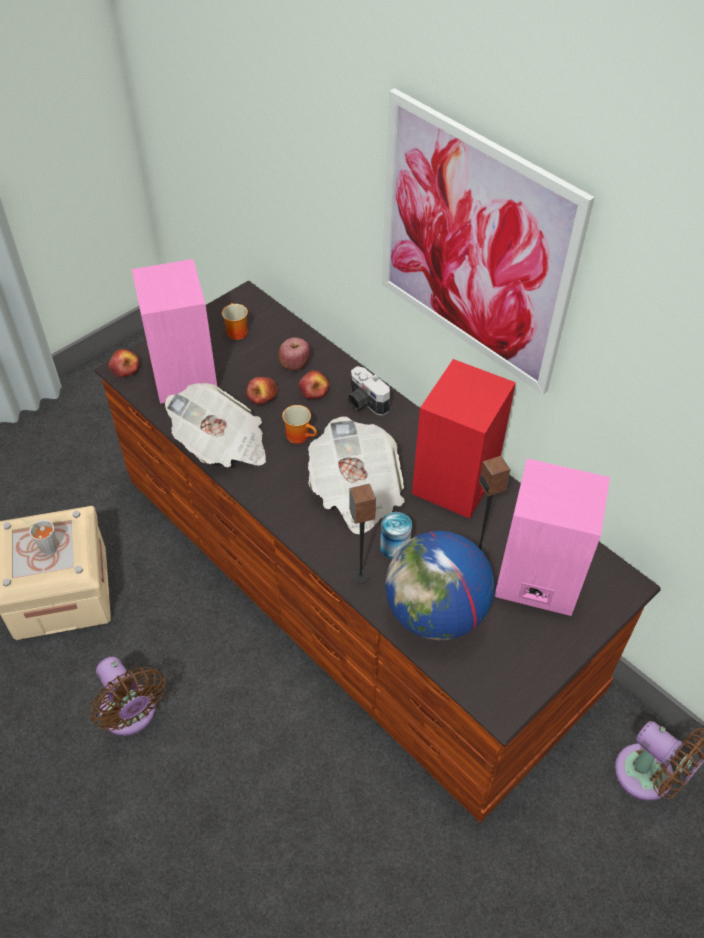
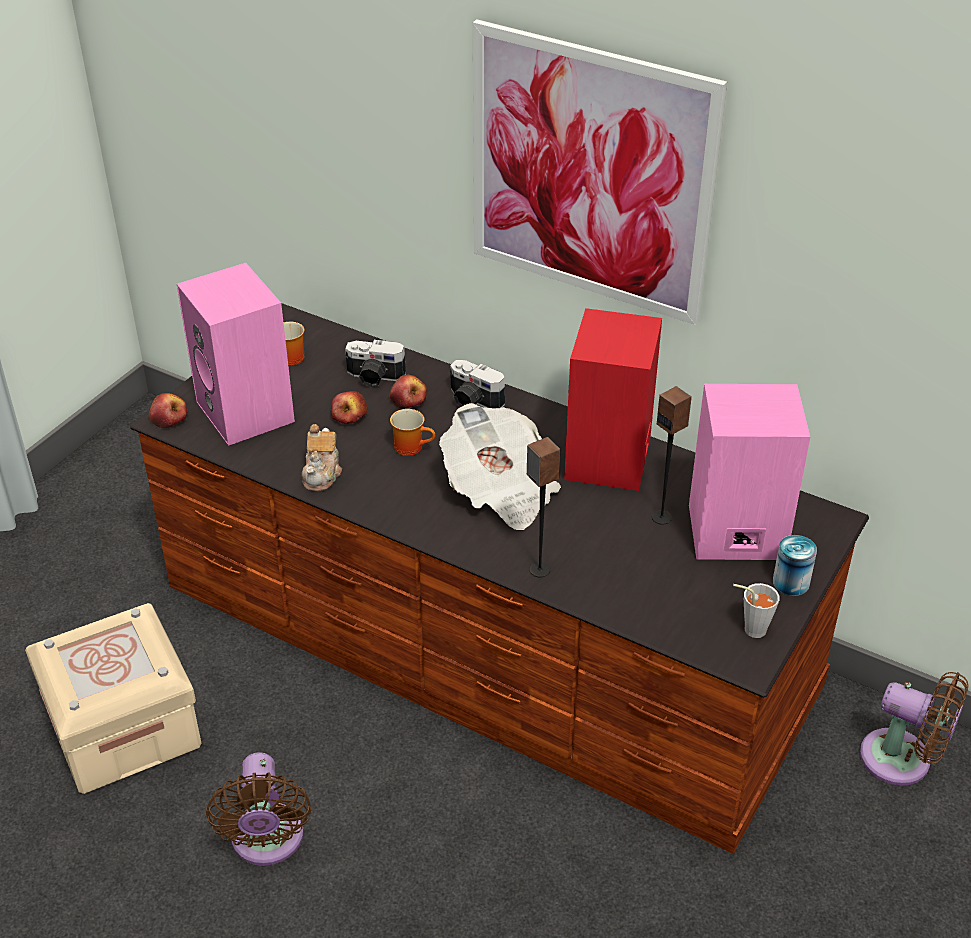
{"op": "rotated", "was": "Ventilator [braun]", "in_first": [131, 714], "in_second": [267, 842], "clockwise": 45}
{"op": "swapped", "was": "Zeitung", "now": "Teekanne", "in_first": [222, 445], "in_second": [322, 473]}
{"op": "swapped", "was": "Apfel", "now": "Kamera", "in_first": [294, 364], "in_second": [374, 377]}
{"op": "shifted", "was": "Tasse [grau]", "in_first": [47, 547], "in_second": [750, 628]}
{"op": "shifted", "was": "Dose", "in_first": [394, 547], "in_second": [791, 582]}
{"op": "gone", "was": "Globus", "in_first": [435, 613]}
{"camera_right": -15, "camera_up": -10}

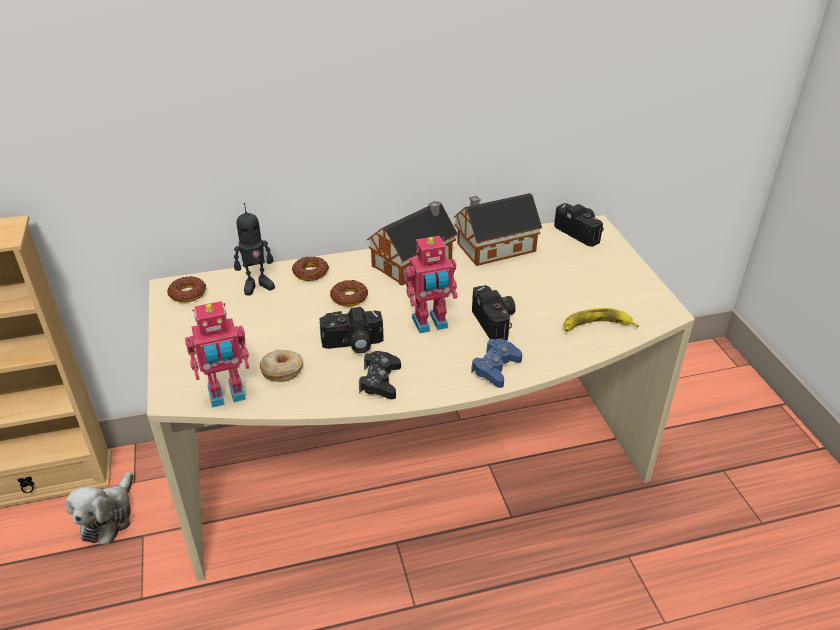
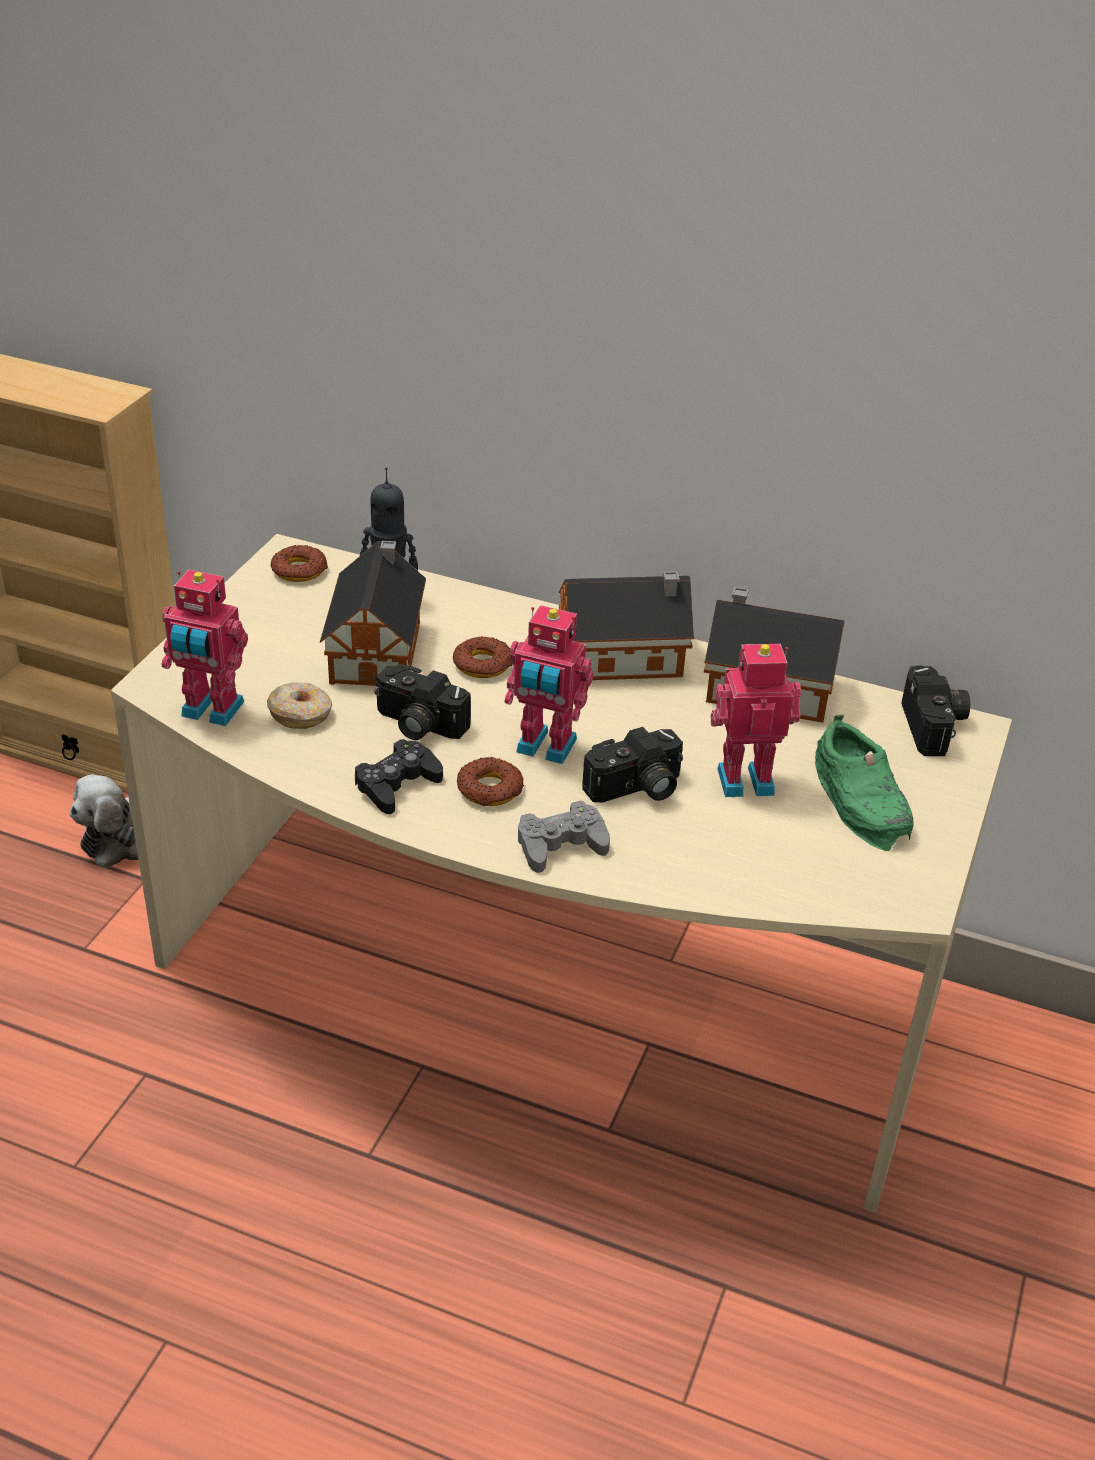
{"op": "new", "now": "Spielzeughaus", "in_second": [378, 649]}
{"op": "shifted", "was": "Donut", "in_first": [311, 273], "in_second": [490, 789]}
{"op": "repainted", "was": "Gamepad [blau]", "now": "Gamepad [grau]", "in_first": [496, 368], "in_second": [561, 845]}
{"op": "rotated", "was": "Kamera", "in_first": [496, 322], "in_second": [636, 789], "clockwise": 45}
{"op": "new", "now": "Spielzeugroboter", "in_second": [744, 778]}
{"op": "new", "now": "Schuh [grün]", "in_second": [861, 799]}
{"op": "gone", "was": "Banane", "in_first": [596, 326]}
{"camera_right": 35, "camera_up": 0}

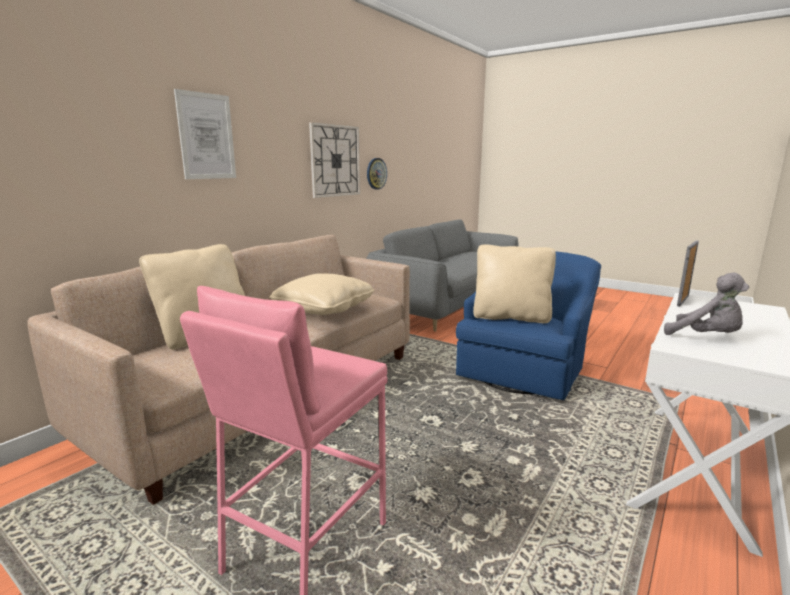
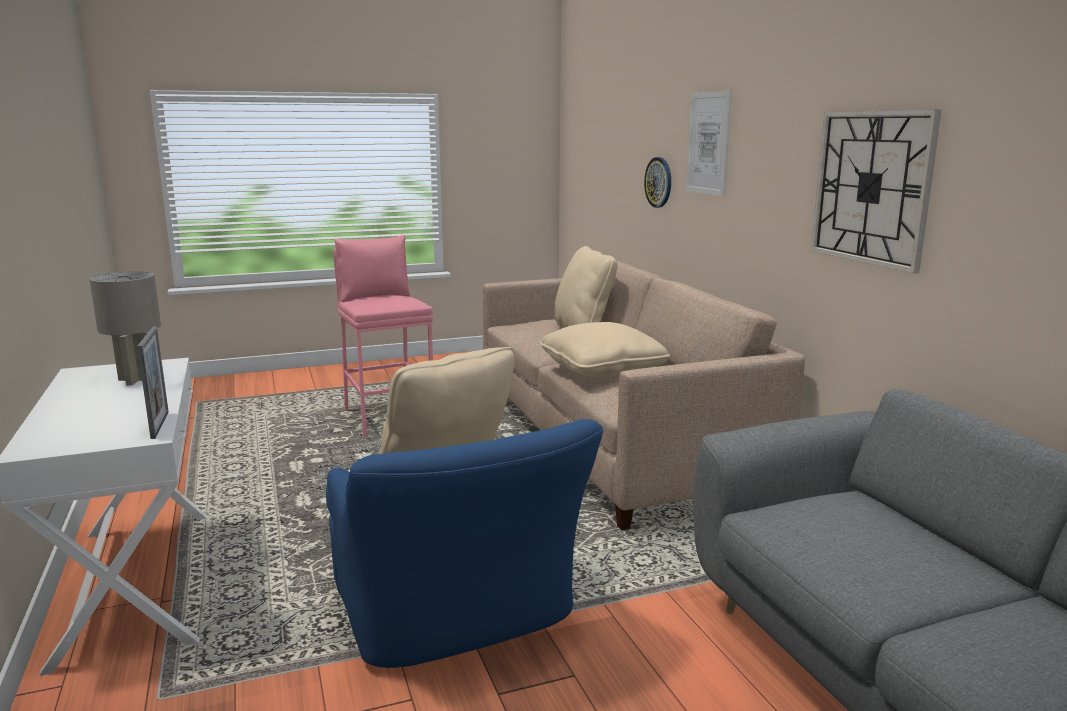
{"op": "swapped", "was": "Plüschtier [grau]", "now": "Tischlampe [grau]", "in_first": [706, 337], "in_second": [137, 379]}
{"op": "shifted", "was": "Wanduhr", "in_first": [376, 173], "in_second": [659, 182]}
{"camera_right": 125, "camera_up": 0}

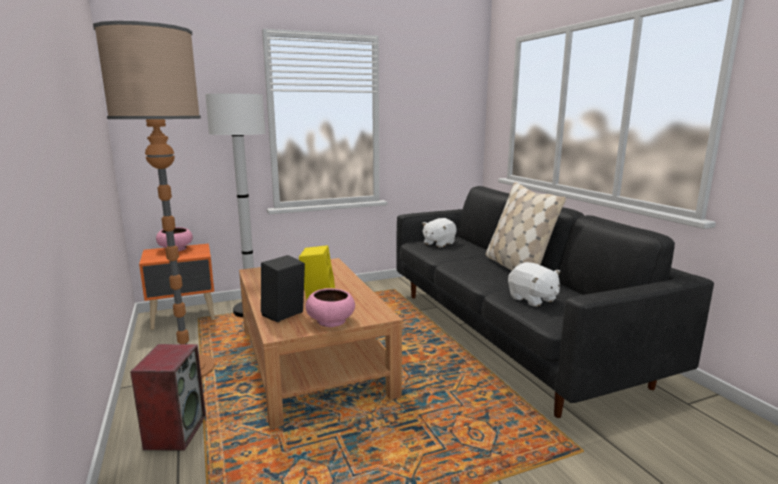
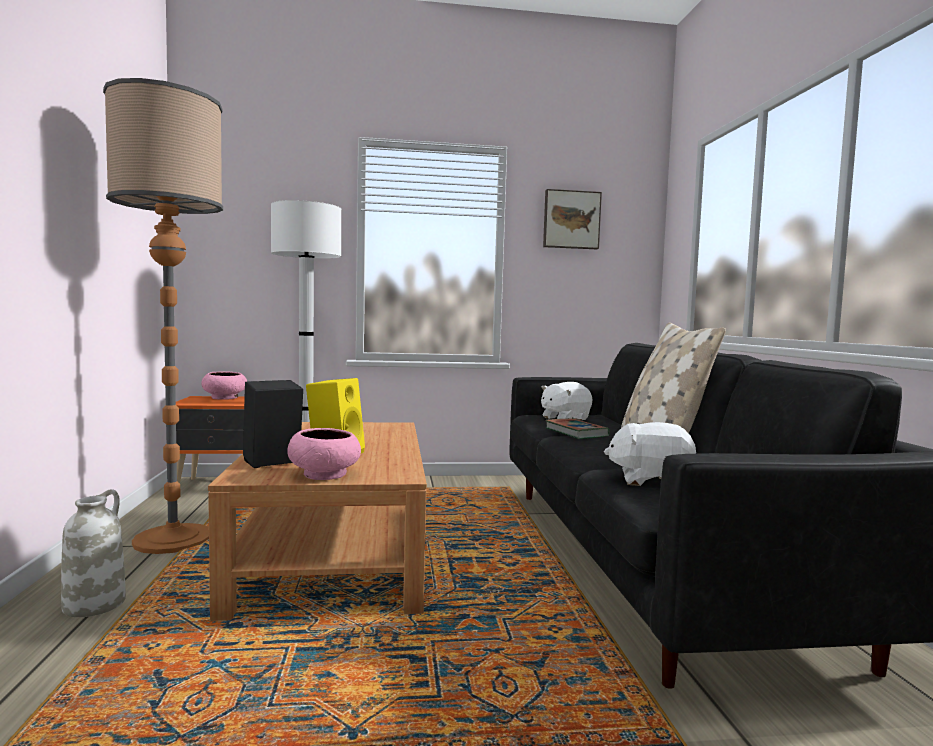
{"op": "swapped", "was": "Lautsprecher", "now": "Vase [weiß]", "in_first": [175, 431], "in_second": [94, 604]}
{"op": "new", "now": "Bild", "in_second": [571, 220]}
{"op": "new", "now": "Buch", "in_second": [576, 433]}
{"op": "rotated", "was": "Plüschtier [weiß]", "in_first": [532, 299], "in_second": [650, 481], "clockwise": 120}
{"camera_right": 15, "camera_up": -10}

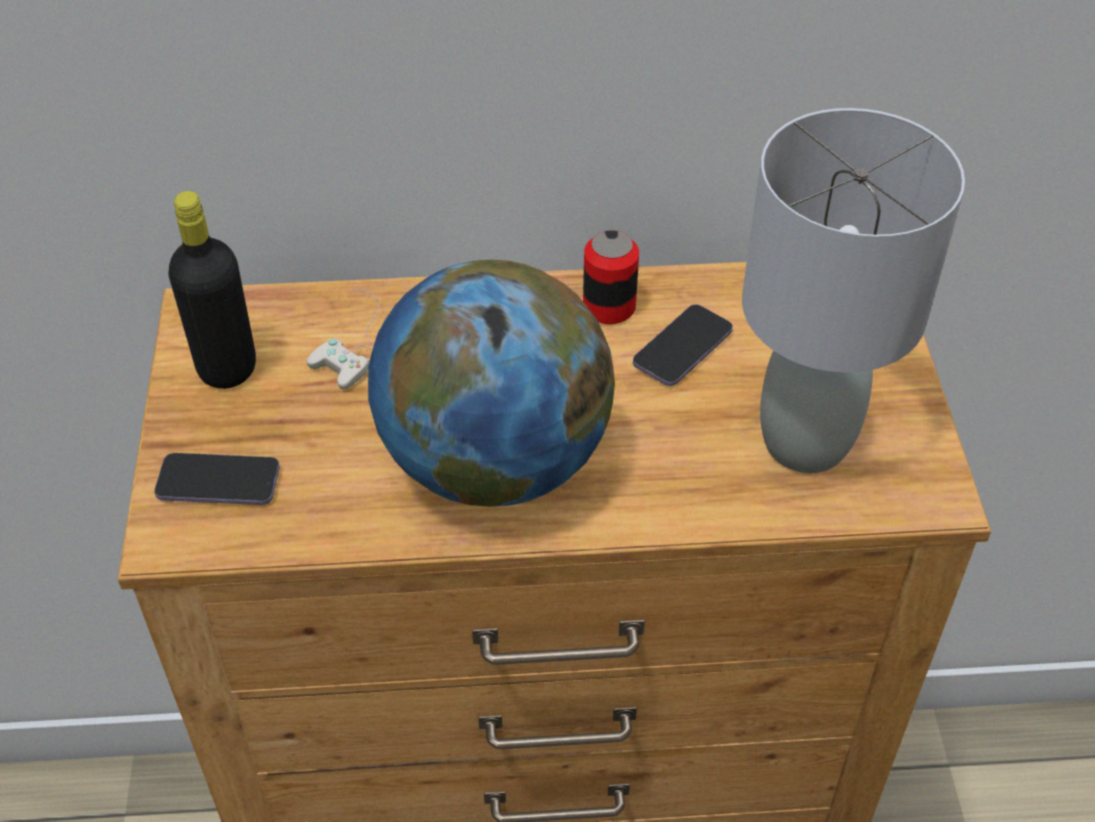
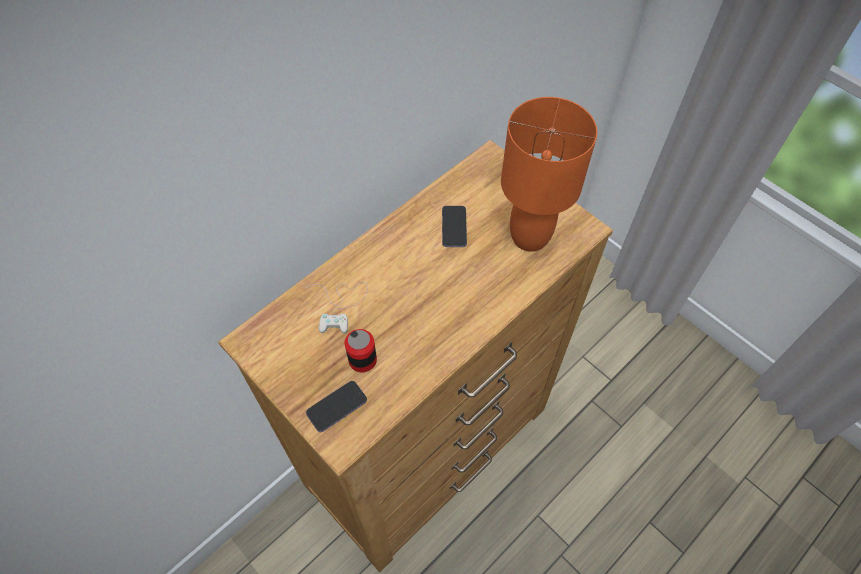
{"op": "shifted", "was": "Dose", "in_first": [609, 307], "in_second": [362, 360]}
{"op": "repainted", "was": "Tischlampe [grau]", "now": "Tischlampe [orange]", "in_first": [803, 442], "in_second": [529, 237]}
{"op": "gone", "was": "Flasche [schwarz]", "in_first": [227, 367]}
{"op": "gone", "was": "Globus", "in_first": [494, 462]}
{"camera_right": -40, "camera_up": 10}

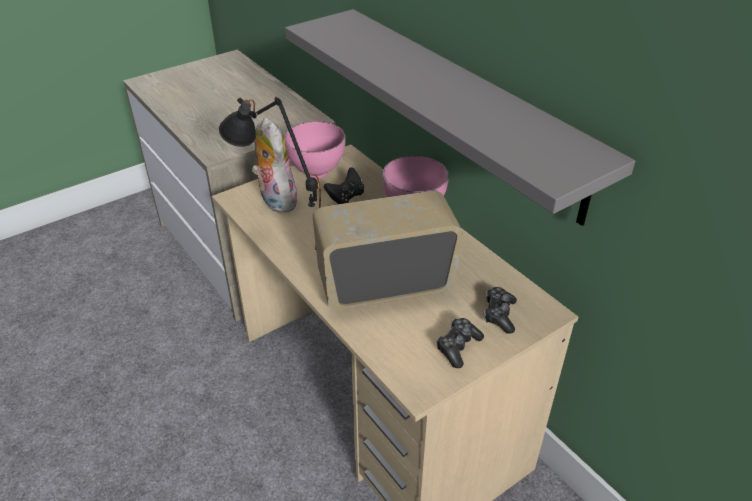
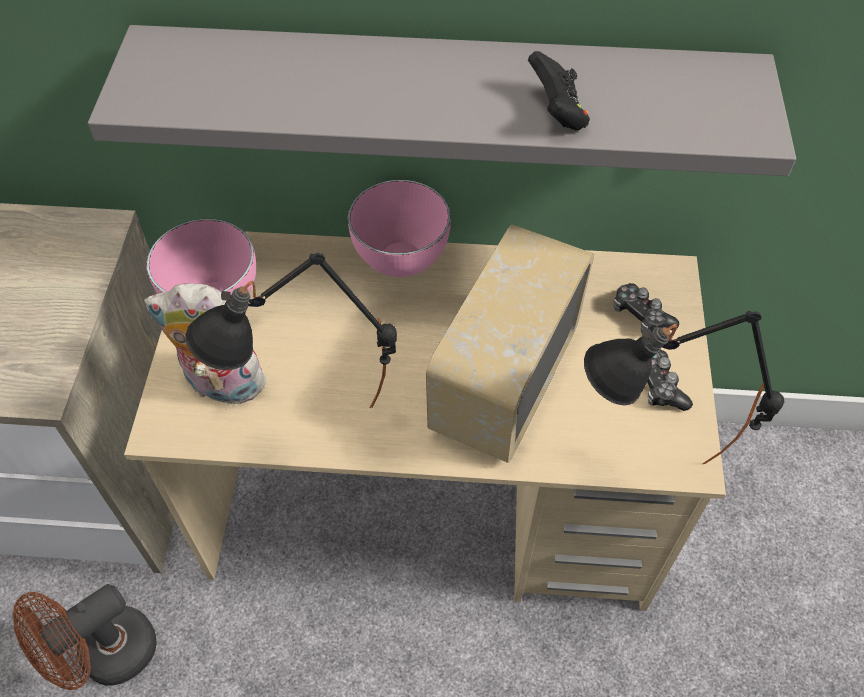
{"op": "new", "now": "Ventilator [braun]", "in_second": [106, 656]}
{"op": "shifted", "was": "Gamepad [schwarz]", "in_first": [346, 197], "in_second": [557, 113]}
{"op": "new", "now": "Tischlampe [schwarz]", "in_second": [645, 481]}
{"camera_right": -50, "camera_up": 15}

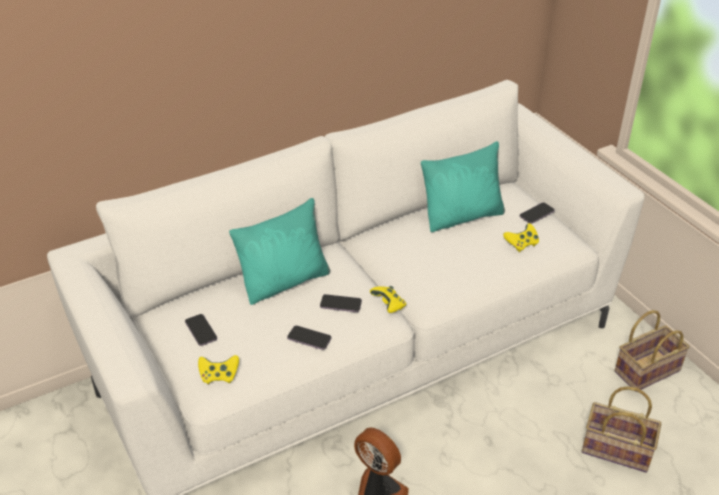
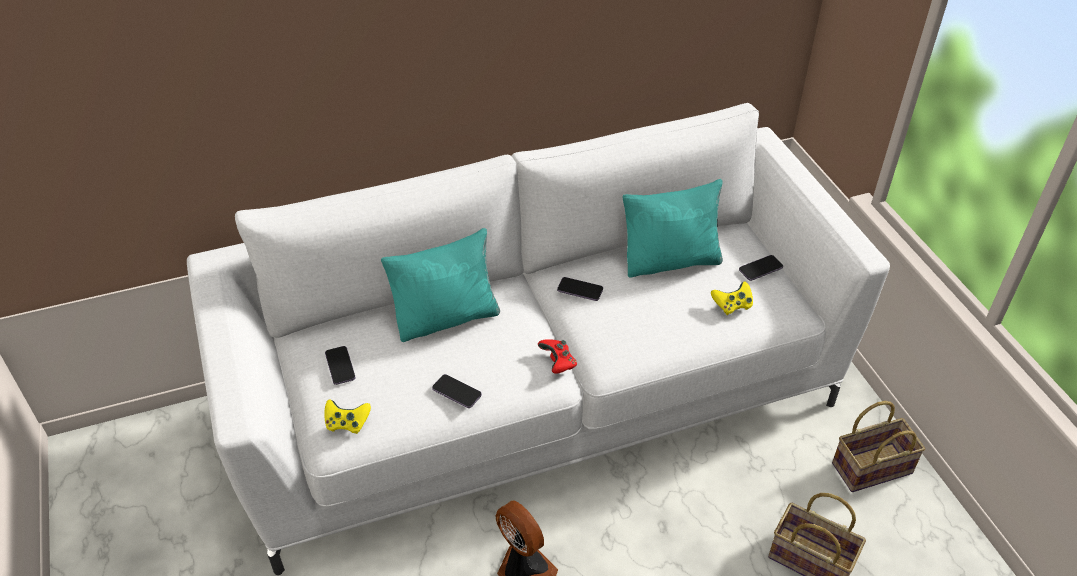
{"op": "repainted", "was": "Gamepad [gelb]", "now": "Gamepad [rot]", "in_first": [389, 306], "in_second": [558, 363]}
{"op": "shifted", "was": "Handy", "in_first": [340, 304], "in_second": [580, 290]}
{"camera_right": 10, "camera_up": 5}

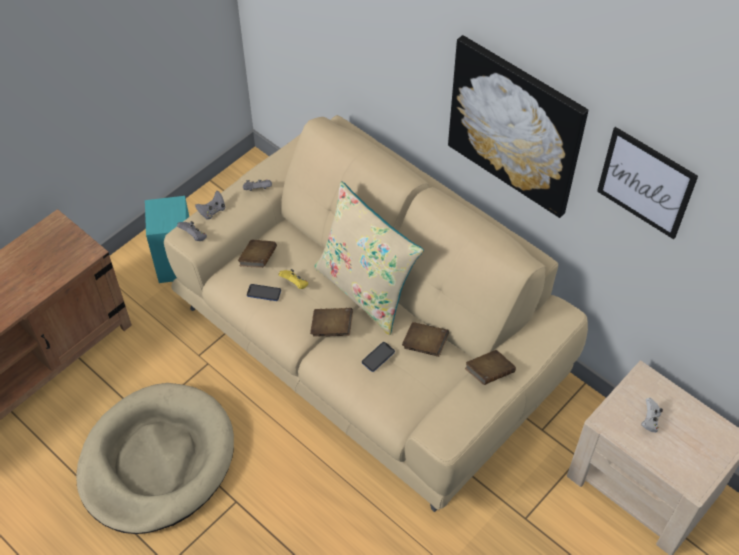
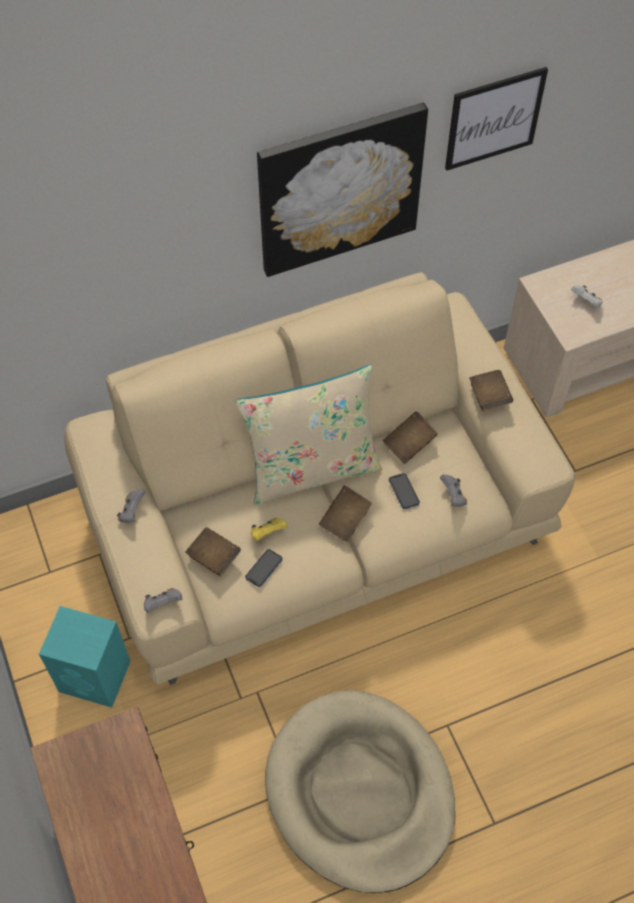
{"op": "shifted", "was": "Gamepad [grau]", "in_first": [212, 211], "in_second": [453, 496]}
{"camera_right": -65, "camera_up": 5}

